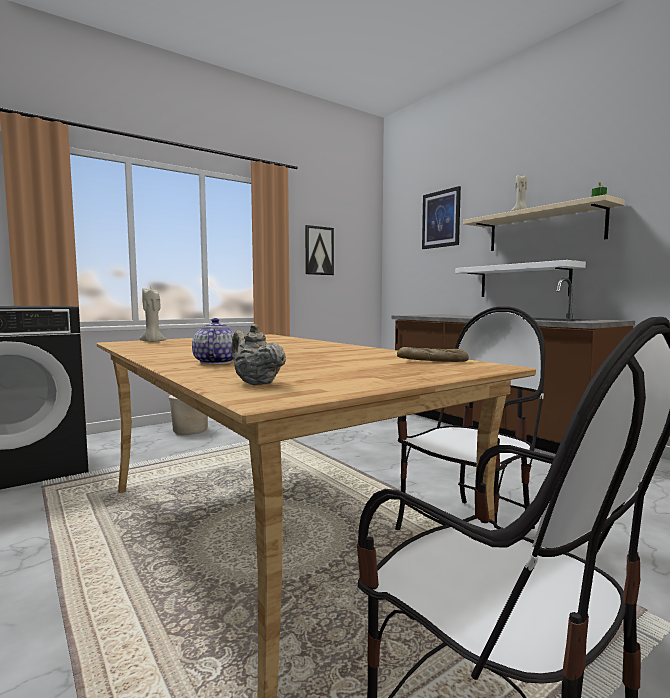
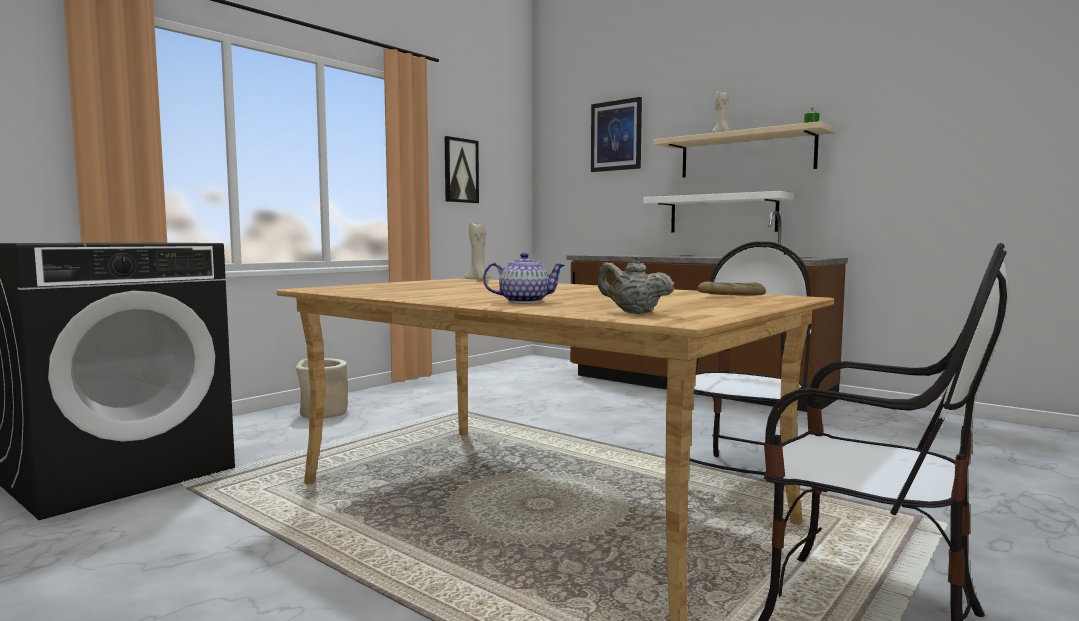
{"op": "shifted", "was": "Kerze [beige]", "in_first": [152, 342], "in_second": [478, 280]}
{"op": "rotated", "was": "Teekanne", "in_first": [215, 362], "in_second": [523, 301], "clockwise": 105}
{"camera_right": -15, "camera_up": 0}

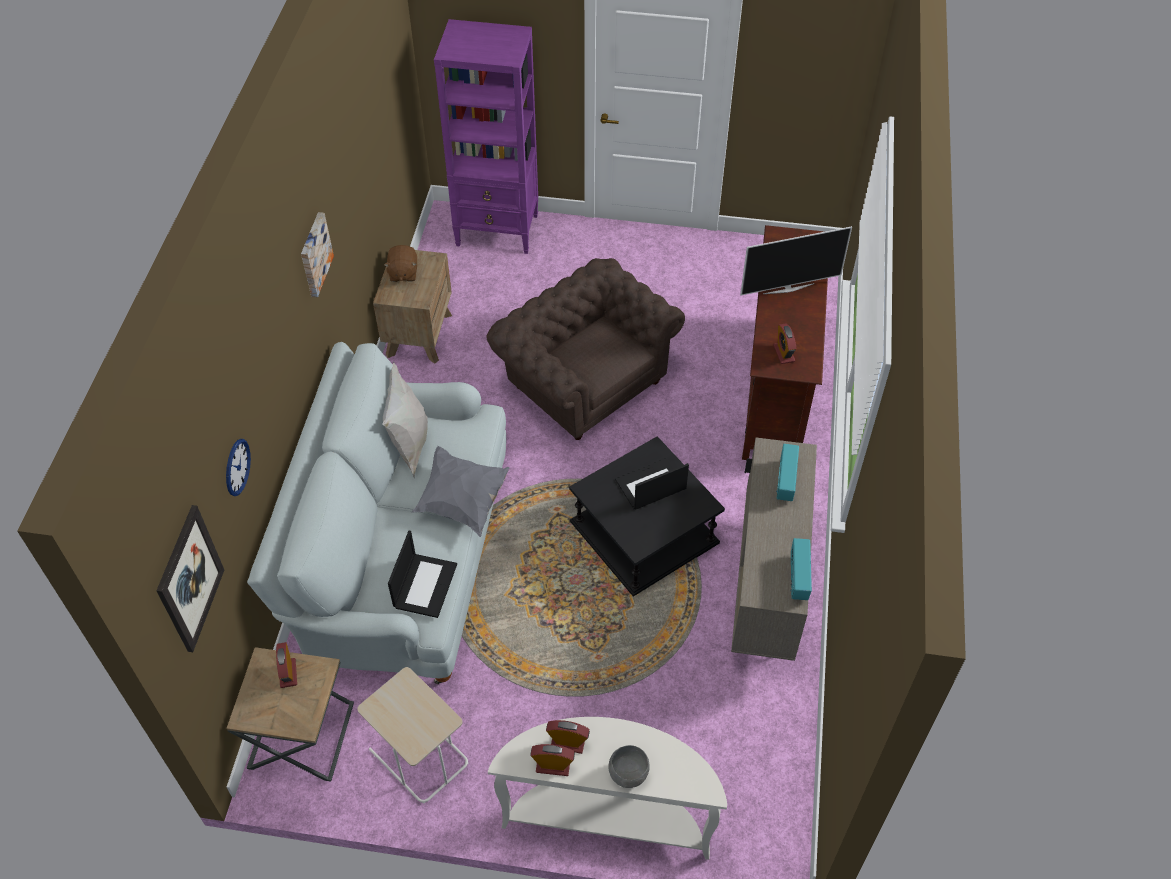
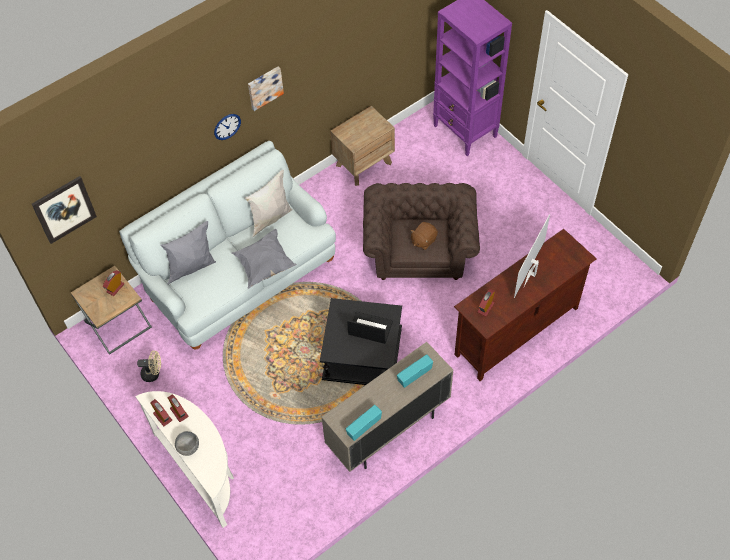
{"op": "swapped", "was": "Beistelltisch [beige]", "now": "Ventilator [beige]", "in_first": [418, 756], "in_second": [153, 374]}
{"op": "new", "now": "Kissen [grau]", "in_second": [192, 267]}
{"op": "shifted", "was": "Wanduhr", "in_first": [237, 467], "in_second": [227, 126]}
{"op": "shifted", "was": "Plüschtier [braun]", "in_first": [403, 273], "in_second": [423, 240]}
{"op": "rotated", "was": "Fernseher", "in_first": [788, 288], "in_second": [532, 273], "clockwise": 90}
{"op": "gone", "was": "Laptop", "in_first": [425, 585]}
{"camera_right": 45, "camera_up": 5}

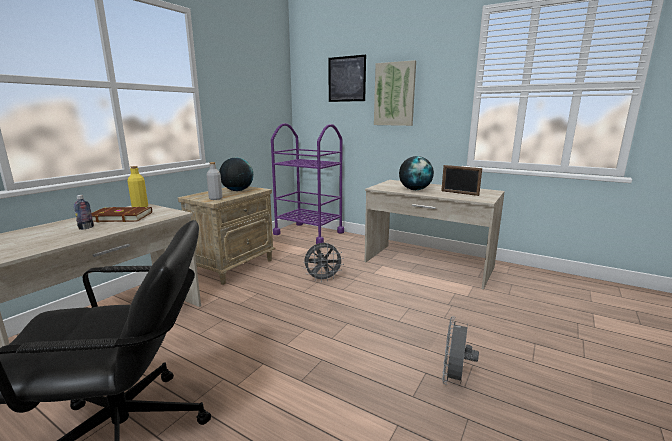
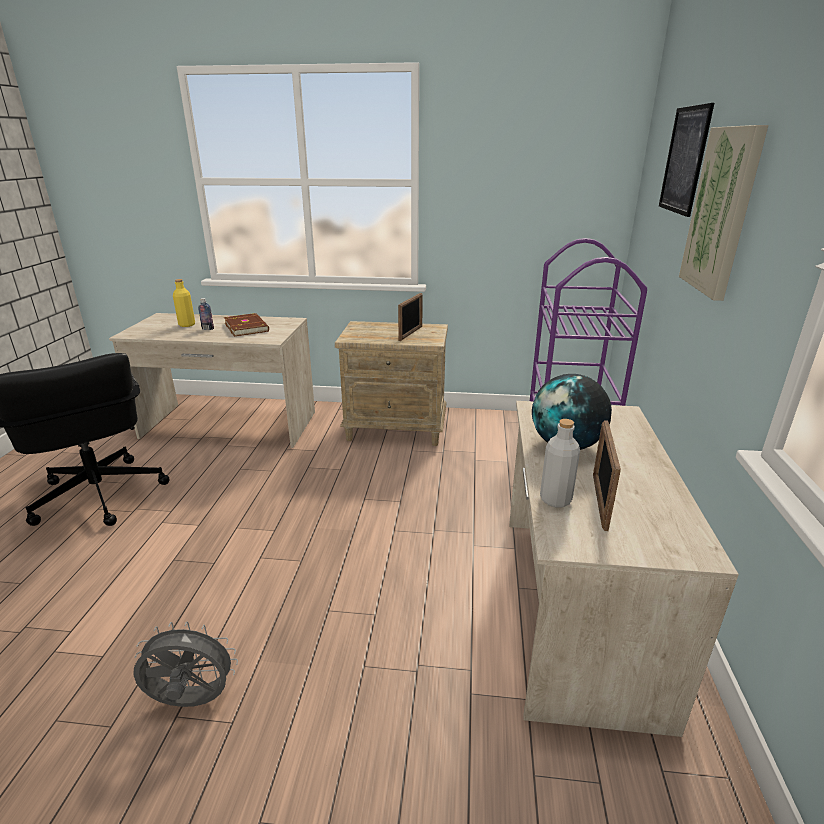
{"op": "shifted", "was": "Flasche [gelb]", "in_first": [140, 207], "in_second": [187, 325]}
{"op": "swapped", "was": "Globus", "now": "Bilderrahmen", "in_first": [237, 190], "in_second": [410, 333]}
{"op": "shifted", "was": "Flasche [grau]", "in_first": [215, 198], "in_second": [555, 499]}
{"op": "gone", "was": "Ventilator [grau]", "in_first": [323, 279]}
{"camera_right": 65, "camera_up": 10}

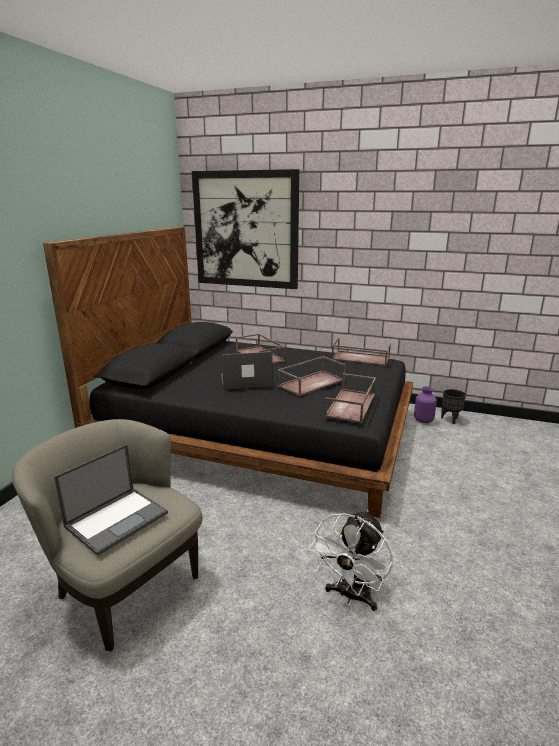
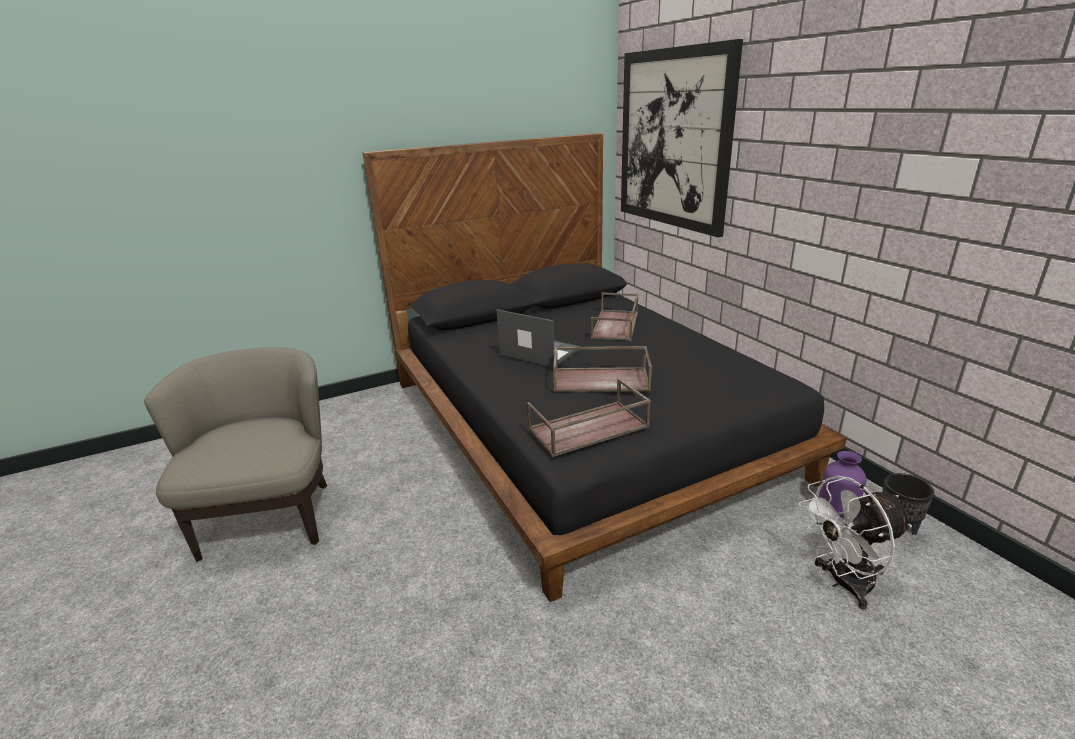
{"op": "shifted", "was": "Ventilator [weiß]", "in_first": [351, 596], "in_second": [842, 583]}
{"op": "gone", "was": "Laptop", "in_first": [117, 519]}
{"op": "gone", "was": "Tablett [braun]", "in_first": [360, 358]}
{"camera_right": 45, "camera_up": 5}

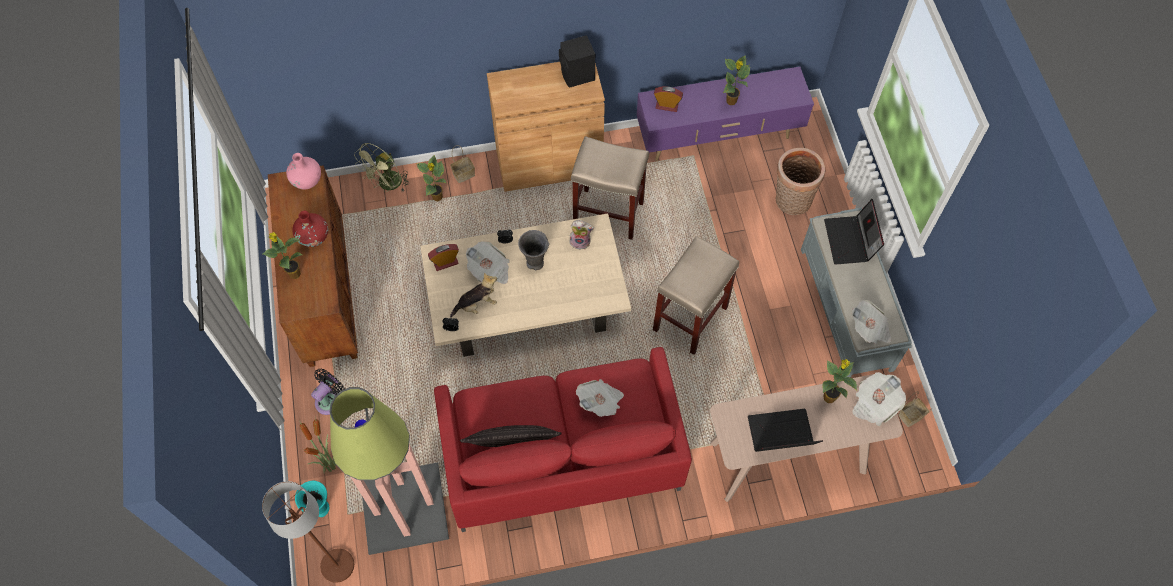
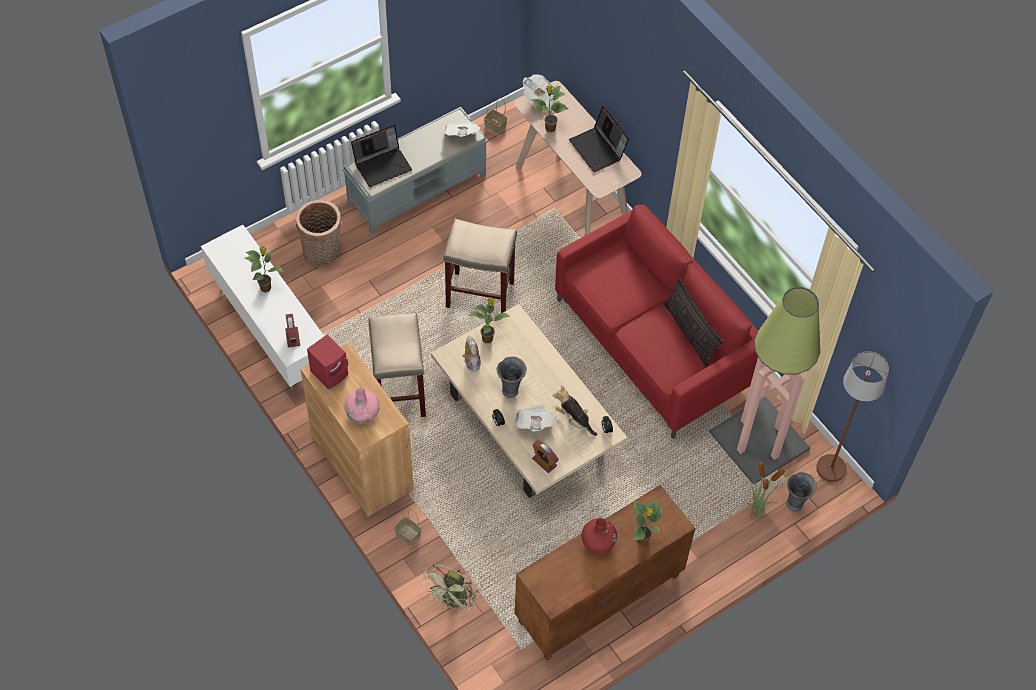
{"op": "repainted", "was": "Fernsehschrank [lila]", "now": "Fernsehschrank [weiß]", "in_first": [719, 137], "in_second": [271, 330]}
{"op": "repainted", "was": "Lautsprecher [schwarz]", "now": "Lautsprecher [rot]", "in_first": [577, 76], "in_second": [330, 372]}
{"op": "shifted", "was": "Vase [rosa]", "in_first": [307, 180], "in_second": [363, 414]}
{"op": "rotated", "was": "Ventilator [grün]", "in_first": [387, 185], "in_second": [452, 601], "clockwise": 105}
{"op": "shifted", "was": "Topfpflanze", "in_first": [437, 198], "in_second": [488, 338]}
{"op": "repainted", "was": "Vase [türkis]", "now": "Vase [grau]", "in_first": [320, 509], "in_second": [795, 503]}
{"op": "gone", "was": "Ventilator [schwarz]", "in_first": [330, 400]}
{"op": "gone", "was": "Zeitung", "in_first": [600, 402]}
{"camera_right": -115, "camera_up": -5}

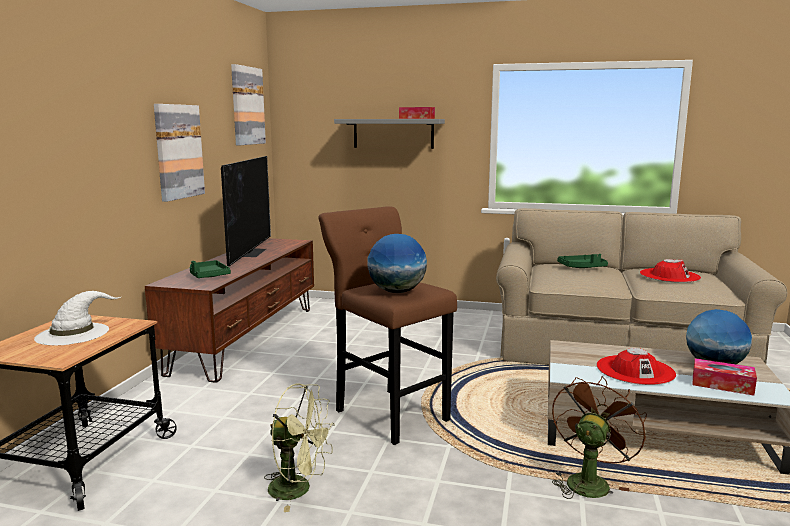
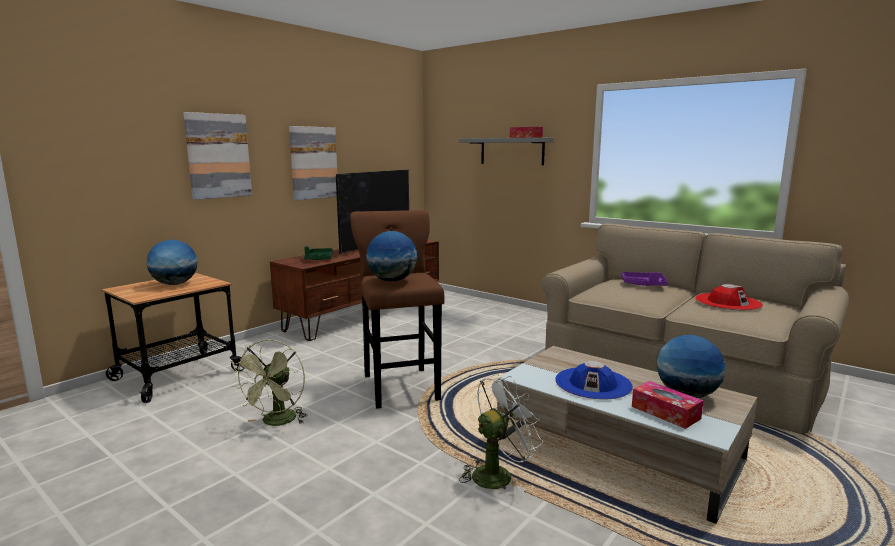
{"op": "swapped", "was": "Hut [weiß]", "now": "Globus", "in_first": [74, 333], "in_second": [174, 284]}
{"op": "shifted", "was": "Bild", "in_first": [247, 106], "in_second": [218, 156]}
{"op": "rotated", "was": "Ventilator [grün]", "in_first": [299, 489], "in_second": [276, 422], "clockwise": 60}
{"op": "repainted", "was": "Ventilator [braun]", "now": "Ventilator [weiß]", "in_first": [589, 481], "in_second": [498, 474]}
{"op": "repainted", "was": "Hut [rot]", "now": "Hut [blau]", "in_first": [635, 370], "in_second": [593, 383]}
{"op": "repainted", "was": "Tablett [grün]", "now": "Tablett [lila]", "in_first": [582, 267], "in_second": [643, 285]}
{"camera_right": 25, "camera_up": 0}

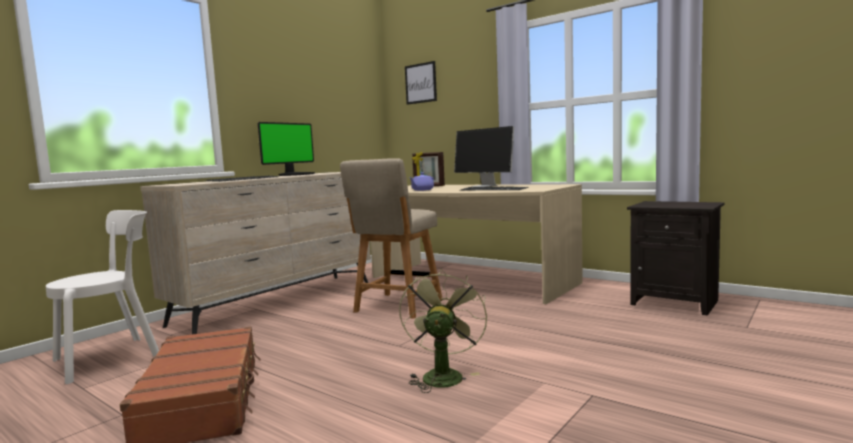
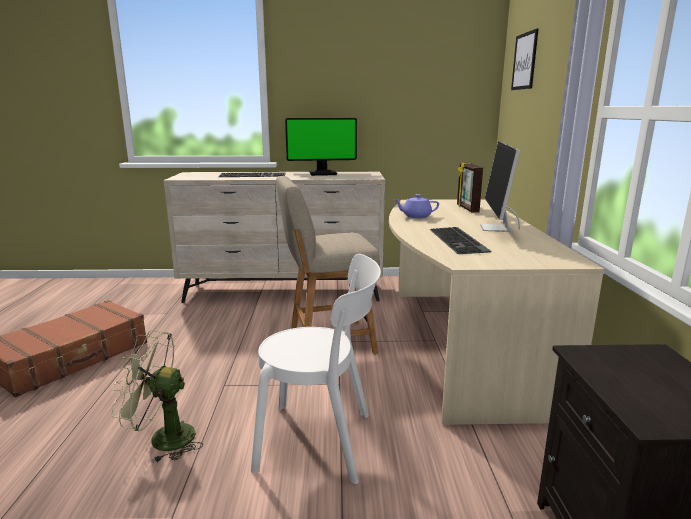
{"op": "rotated", "was": "Ventilator [grün]", "in_first": [442, 375], "in_second": [162, 439], "clockwise": -150}
{"op": "shifted", "was": "Stuhl [weiß]", "in_first": [113, 357], "in_second": [321, 441]}
{"camera_right": 50, "camera_up": 10}

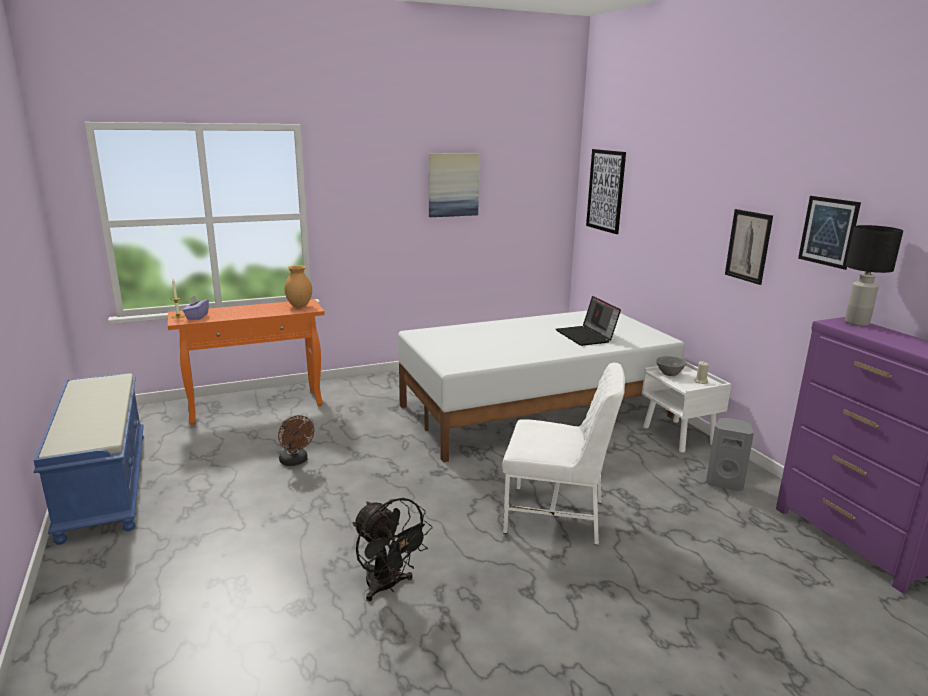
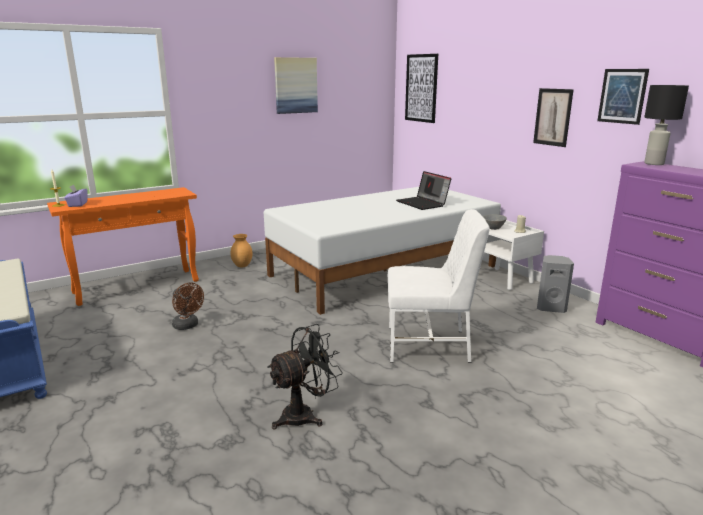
{"op": "shifted", "was": "Vase [braun]", "in_first": [299, 306], "in_second": [242, 266]}
{"op": "rotated", "was": "Ventilator [schwarz]", "in_first": [387, 586], "in_second": [305, 415], "clockwise": -75}
{"camera_right": -10, "camera_up": 0}

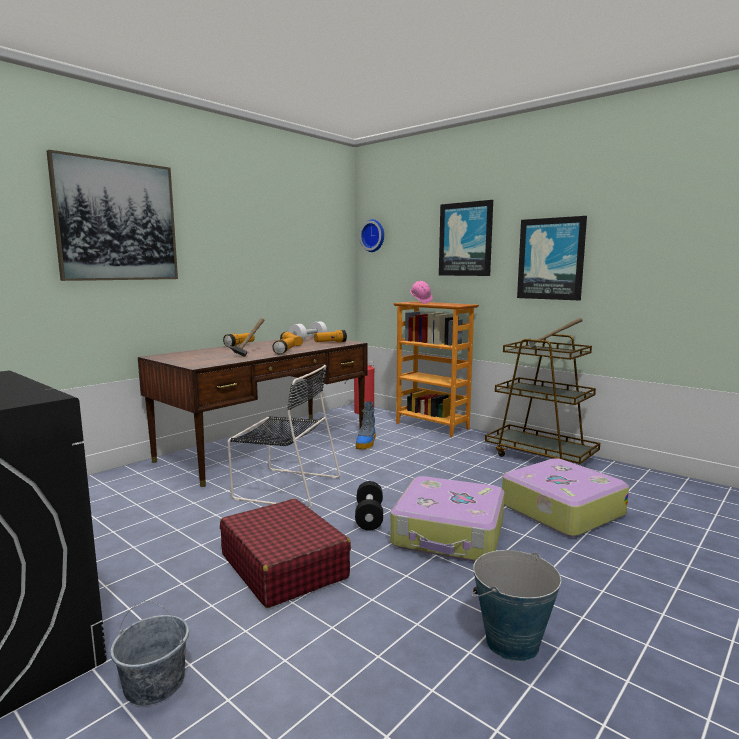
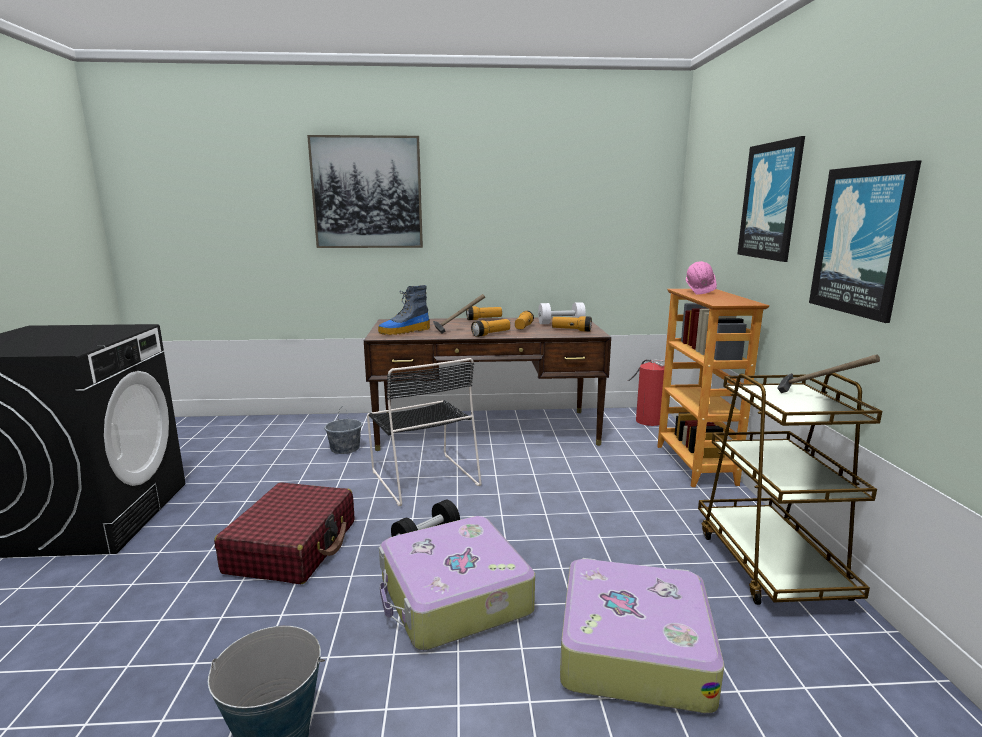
{"op": "shifted", "was": "Eimer [grau]", "in_first": [154, 683], "in_second": [345, 448]}
{"op": "shifted", "was": "Stiefel", "in_first": [366, 443], "in_second": [404, 331]}
{"op": "gone", "was": "Wanduhr", "in_first": [373, 235]}
{"camera_right": 45, "camera_up": 5}

